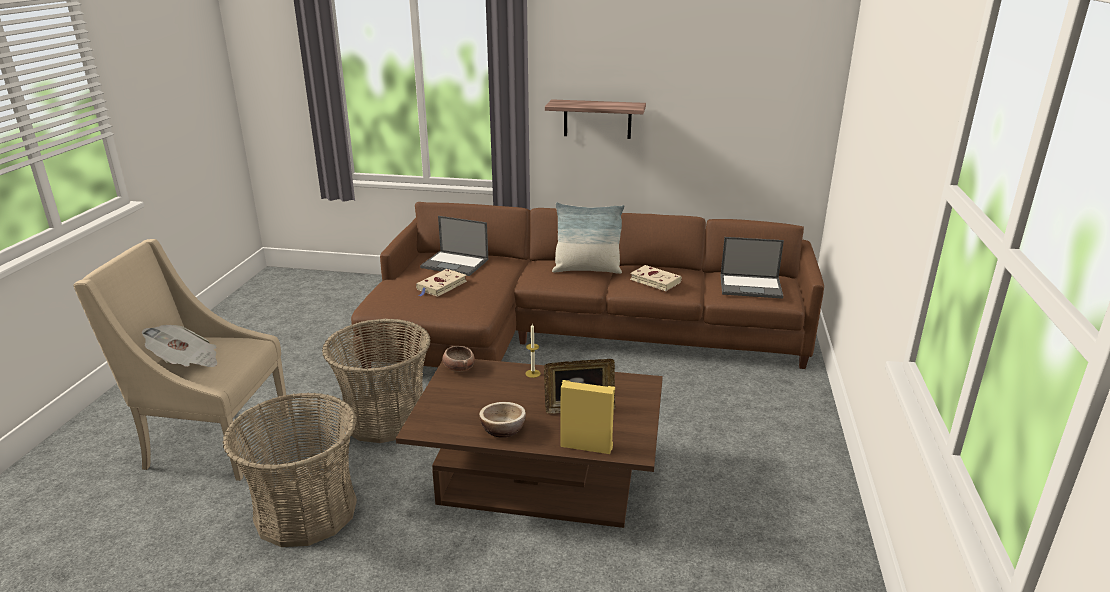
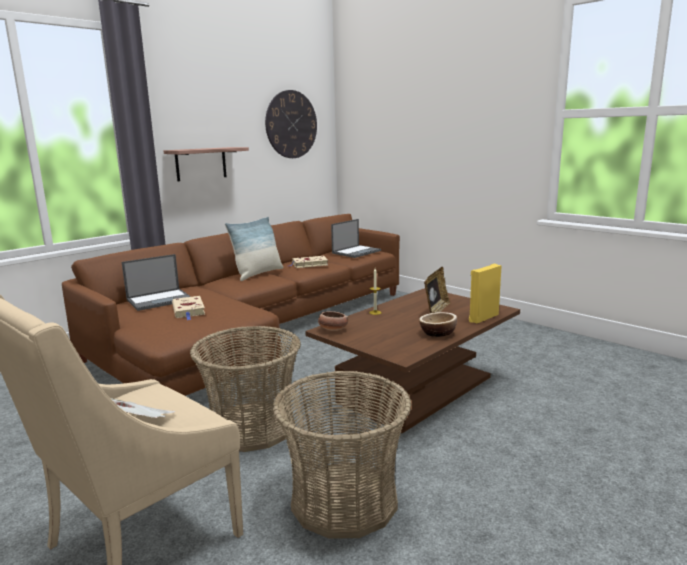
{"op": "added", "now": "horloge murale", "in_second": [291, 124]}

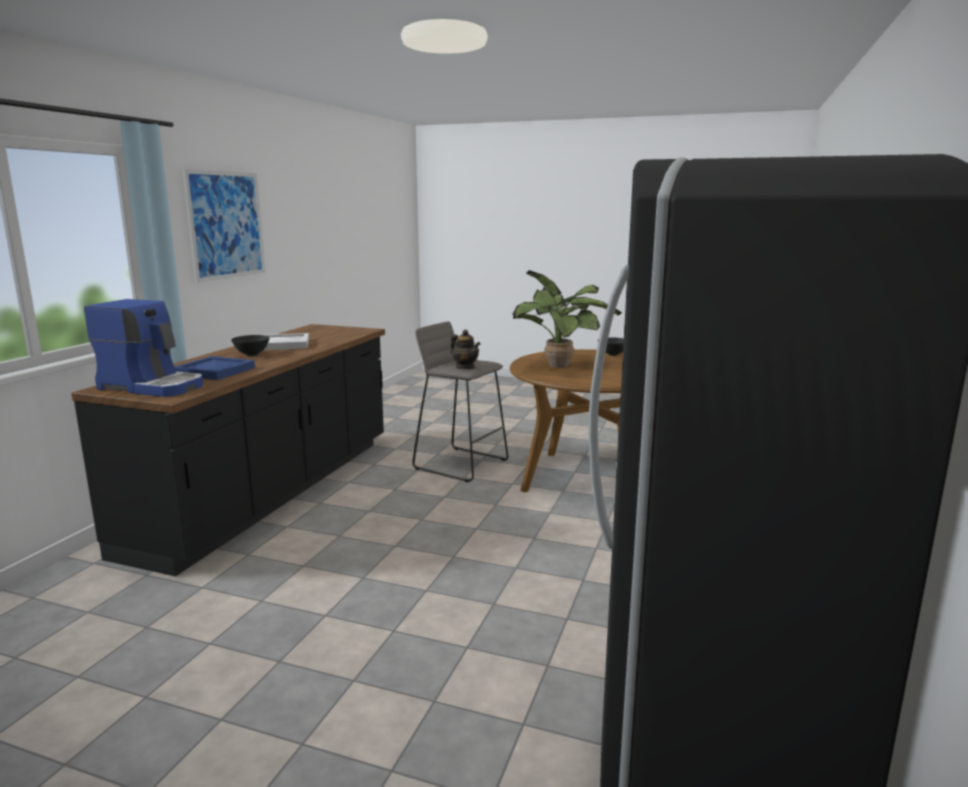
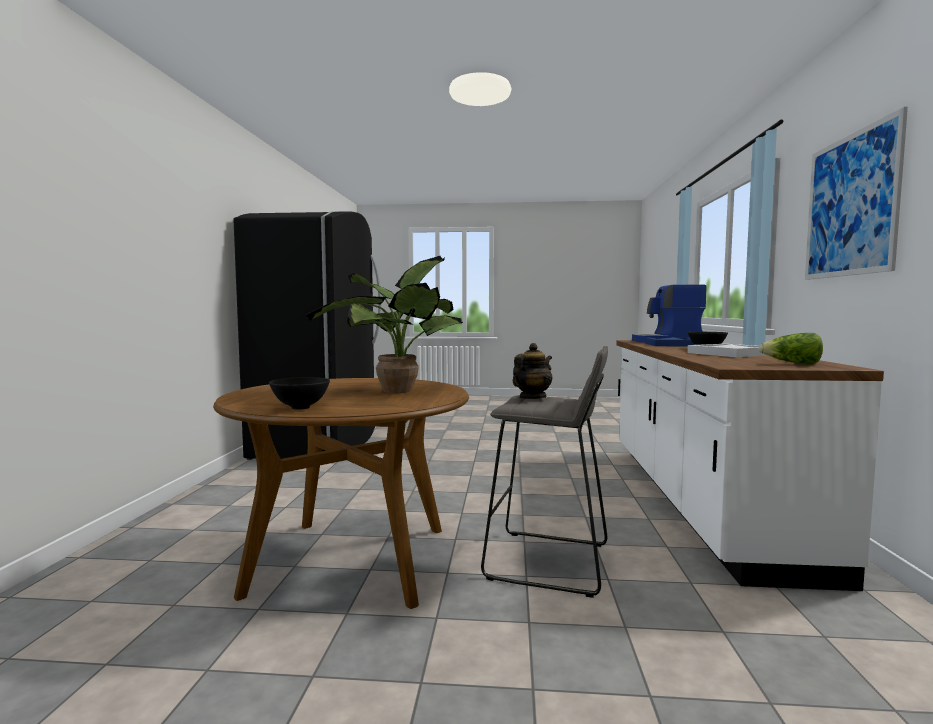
{"op": "added", "now": "laitue", "in_second": [792, 363]}
{"op": "recoloured", "was": "comptoir de cuisine [noir]", "now": "comptoir de cuisine [blanc]", "in_first": [271, 492], "in_second": [698, 500]}
{"op": "turned", "was": "théière", "in_first": [465, 367], "in_second": [532, 398], "clockwise": 105}

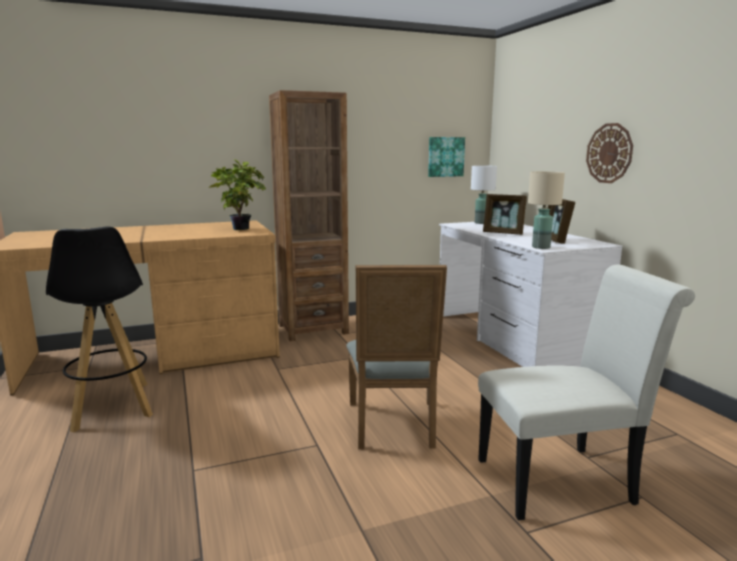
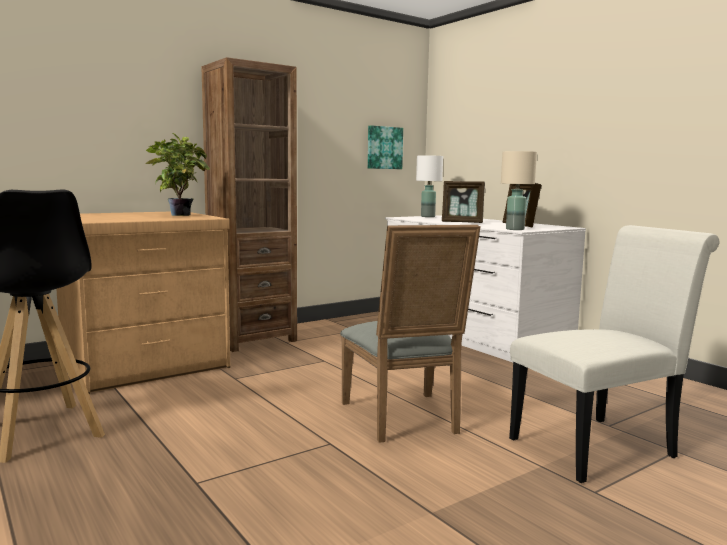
{"op": "removed", "was": "horloge murale", "in_first": [609, 153]}

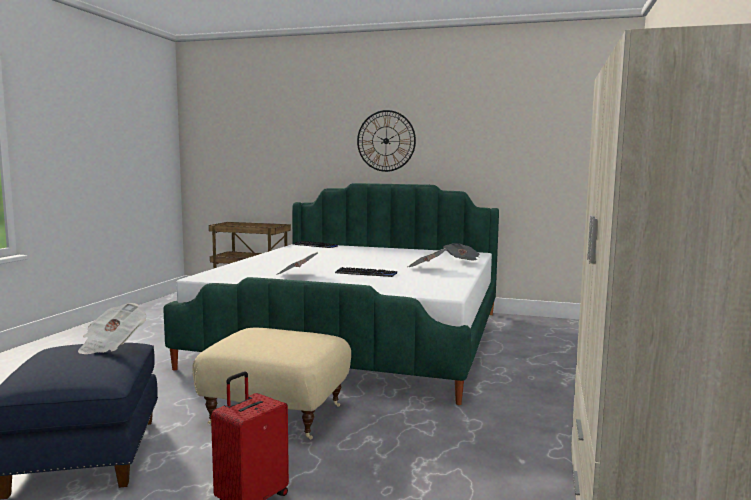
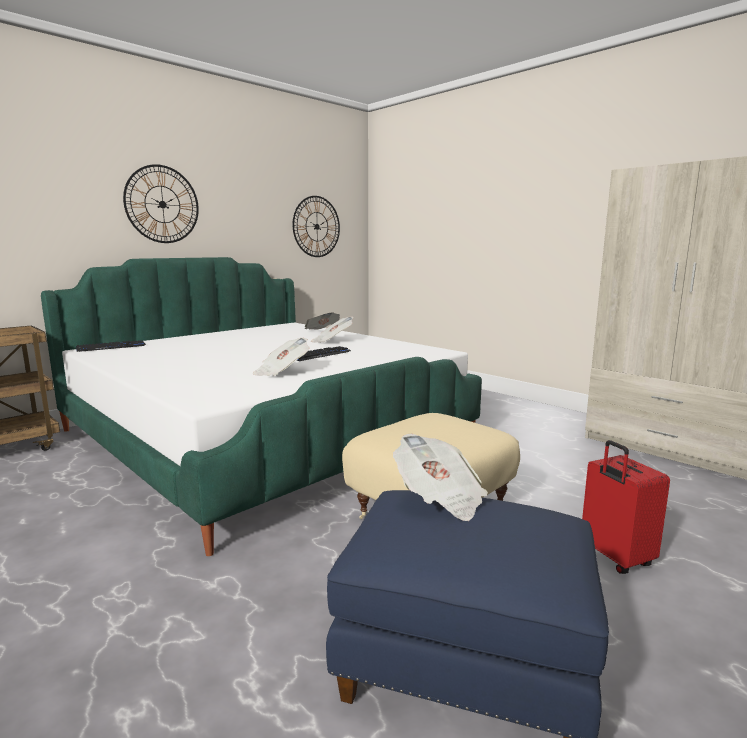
{"op": "added", "now": "horloge murale", "in_second": [316, 226]}

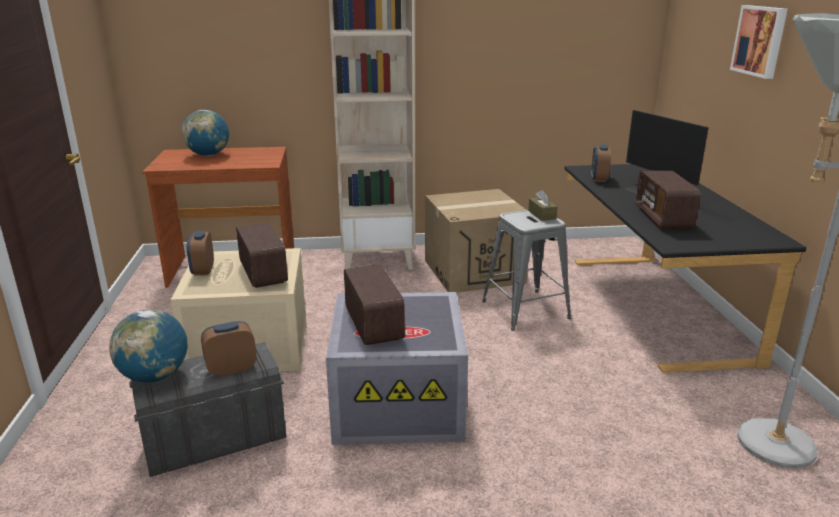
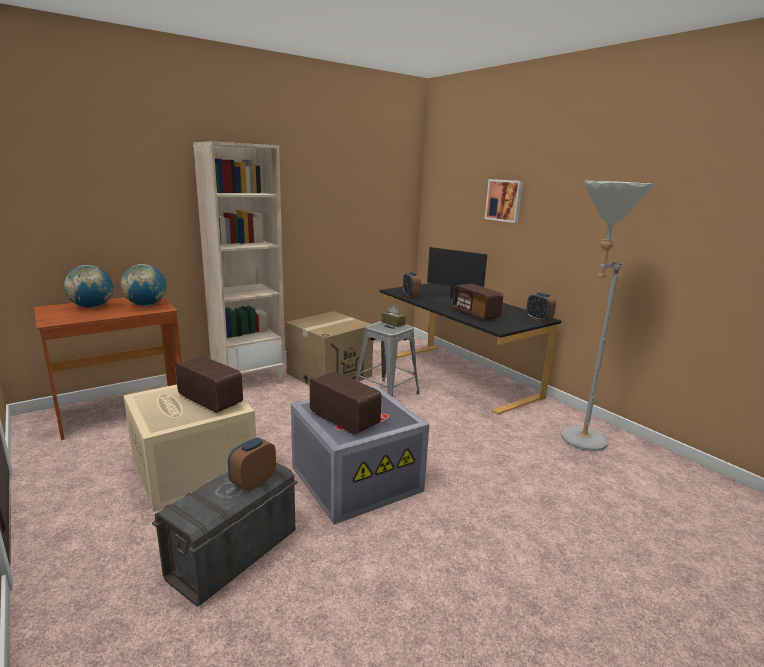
{"op": "moved", "was": "globe", "in_first": [155, 376], "in_second": [146, 305]}
{"op": "moved", "was": "réveil", "in_first": [203, 270], "in_second": [538, 319]}

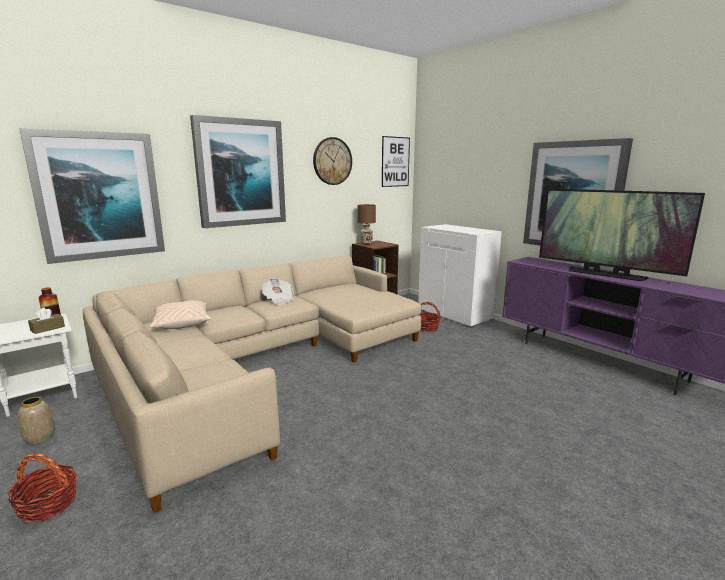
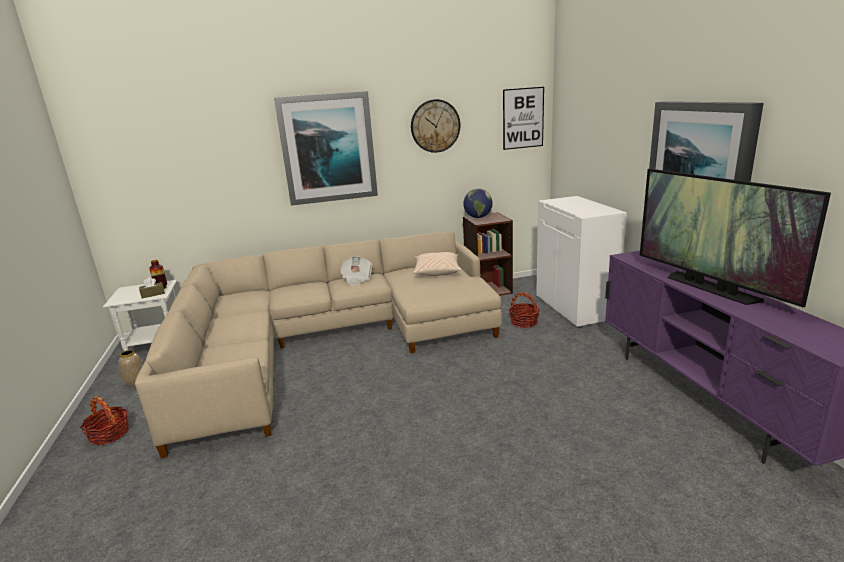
{"op": "removed", "was": "tableau", "in_first": [99, 196]}
{"op": "moved", "was": "coussin [beige]", "in_first": [181, 323], "in_second": [437, 271]}
{"op": "replaced", "was": "lampe de table [marron]", "now": "globe", "in_first": [366, 244], "in_second": [478, 217]}

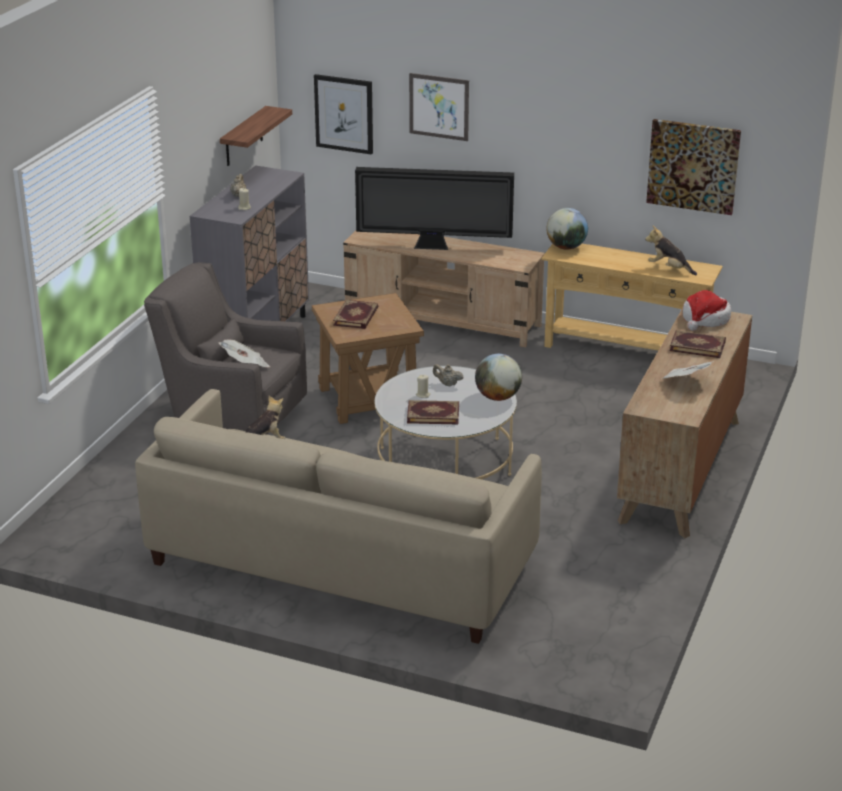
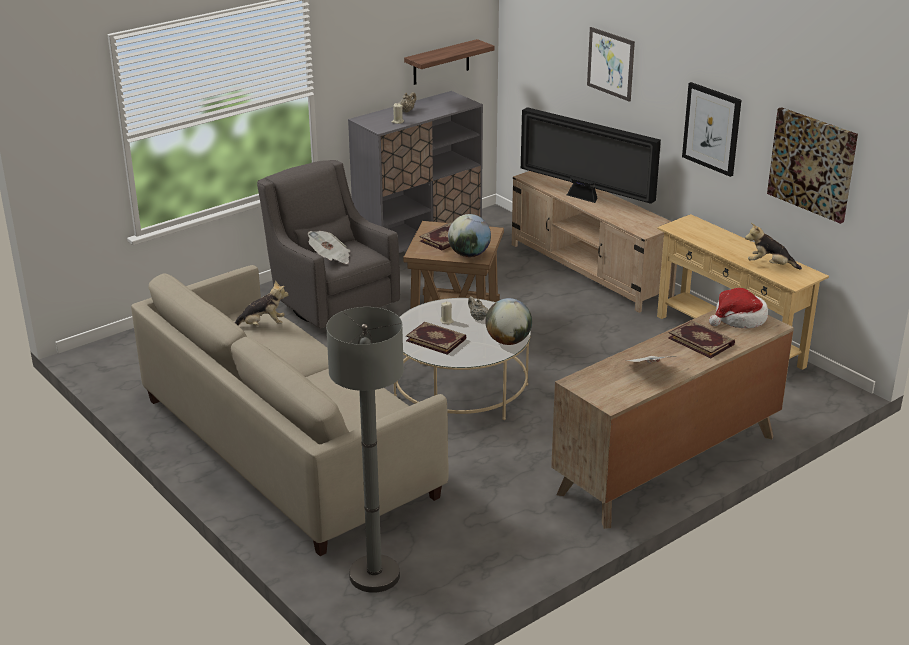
{"op": "added", "now": "lampadaire [gris]", "in_second": [374, 575]}
{"op": "moved", "was": "tableau", "in_first": [344, 113], "in_second": [712, 128]}
{"op": "moved", "was": "globe", "in_first": [566, 247], "in_second": [469, 254]}
{"op": "turned", "was": "peluche", "in_first": [669, 268], "in_second": [770, 265], "clockwise": -45}

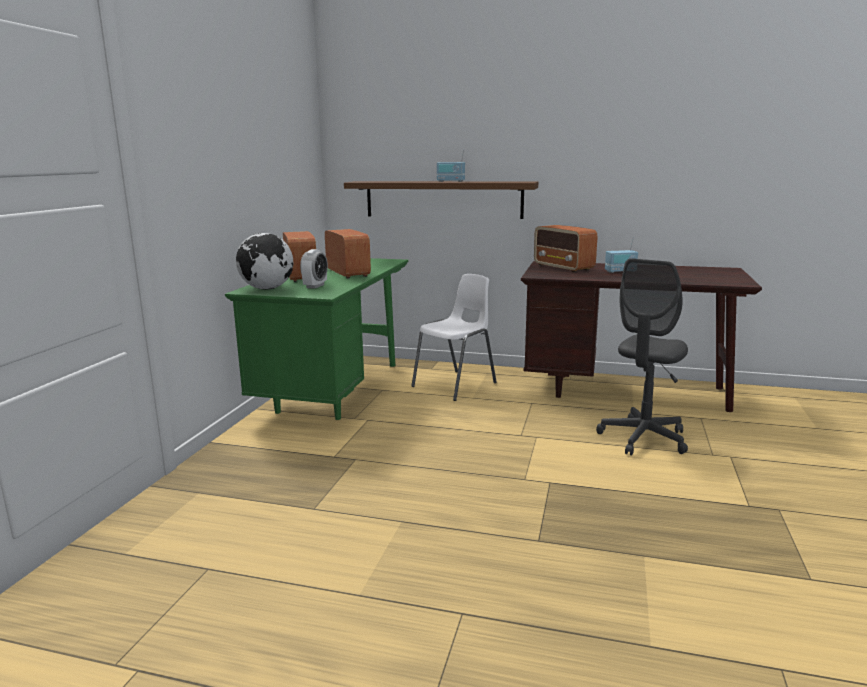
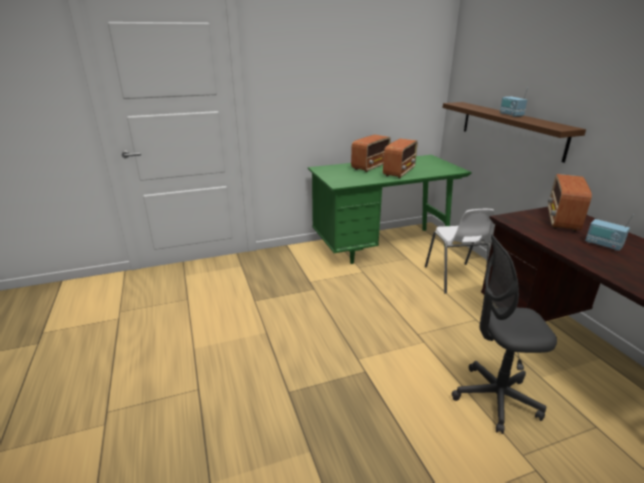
{"op": "removed", "was": "globe", "in_first": [267, 289]}
{"op": "removed", "was": "réveil", "in_first": [315, 286]}
{"op": "turned", "was": "chaise [blanc]", "in_first": [456, 385], "in_second": [455, 278], "clockwise": 75}

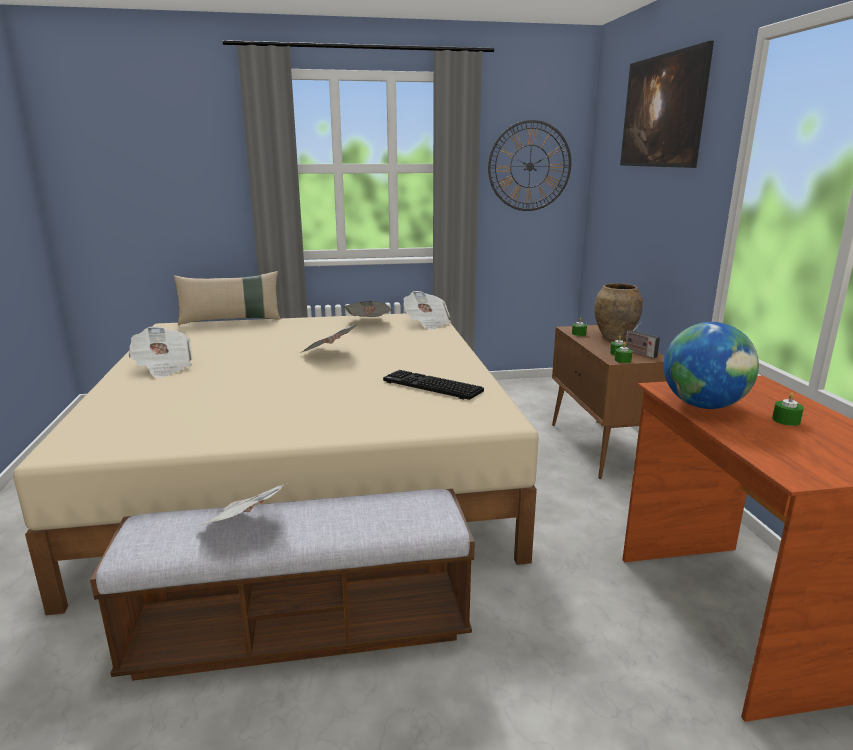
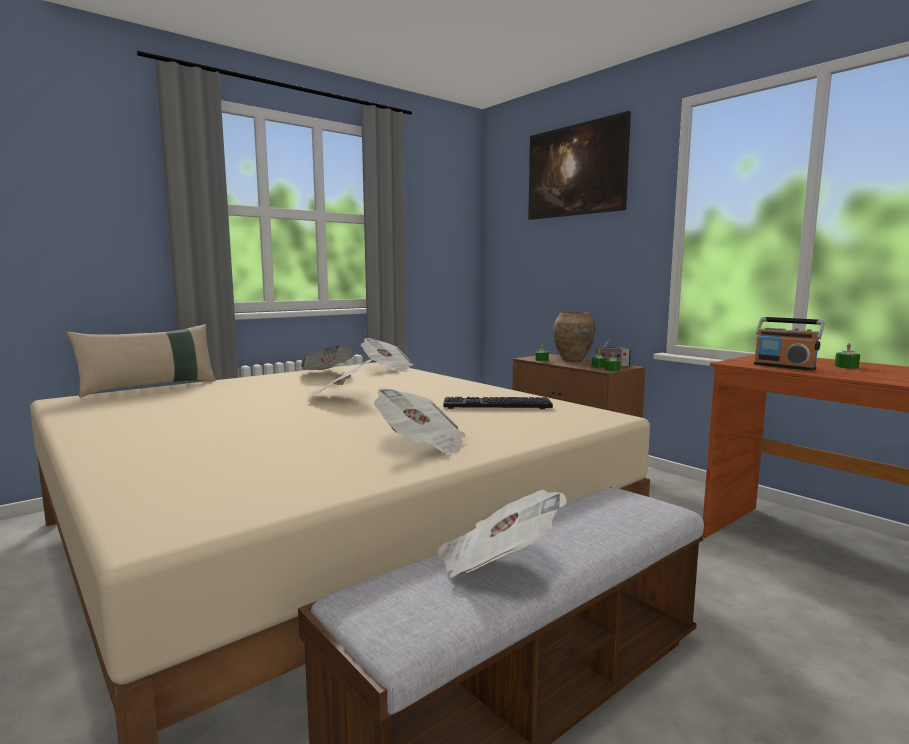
{"op": "removed", "was": "horloge murale", "in_first": [529, 166]}
{"op": "moved", "was": "journal", "in_first": [163, 367], "in_second": [422, 445]}
{"op": "replaced", "was": "globe", "now": "radio", "in_first": [703, 405], "in_second": [784, 367]}

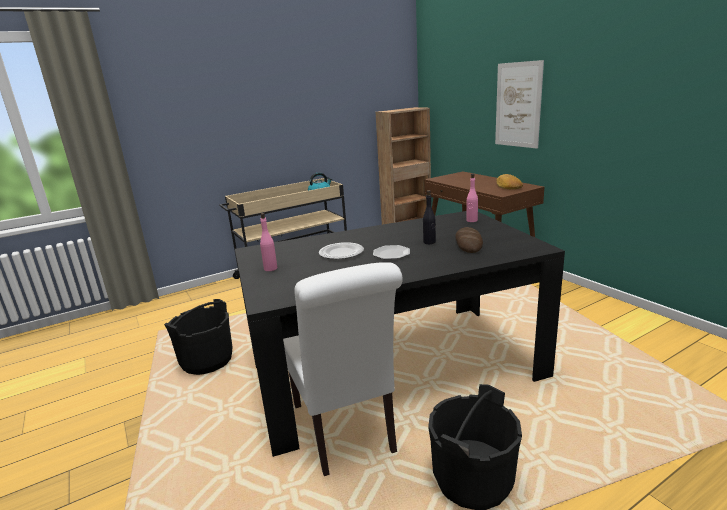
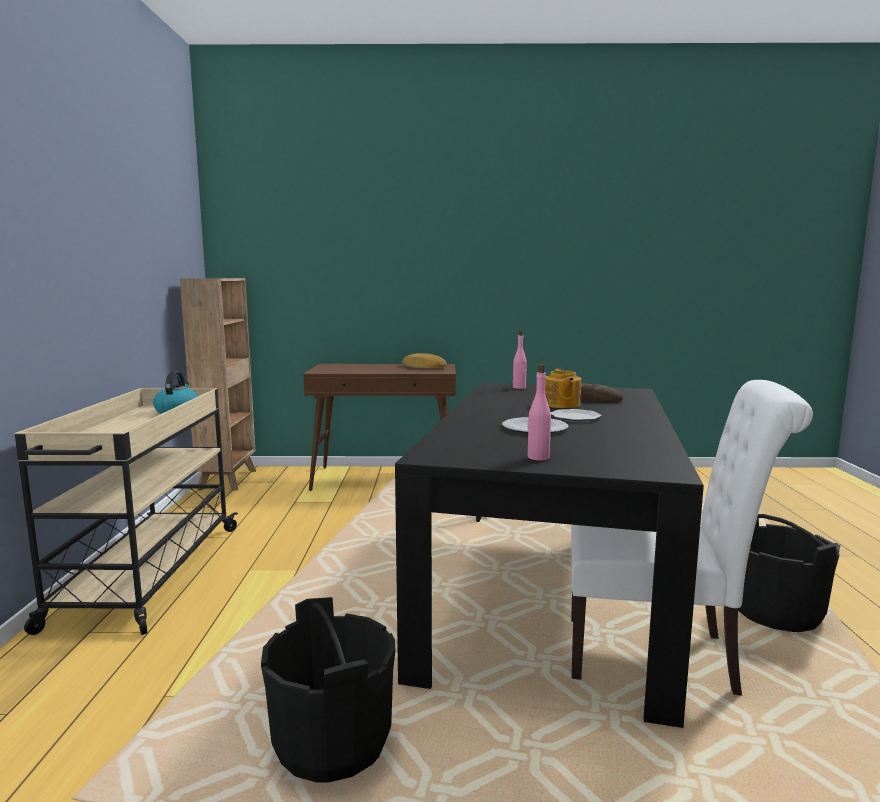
{"op": "removed", "was": "tableau", "in_first": [518, 105]}
{"op": "replaced", "was": "bouteille [noir]", "now": "théière", "in_first": [429, 242], "in_second": [561, 404]}

